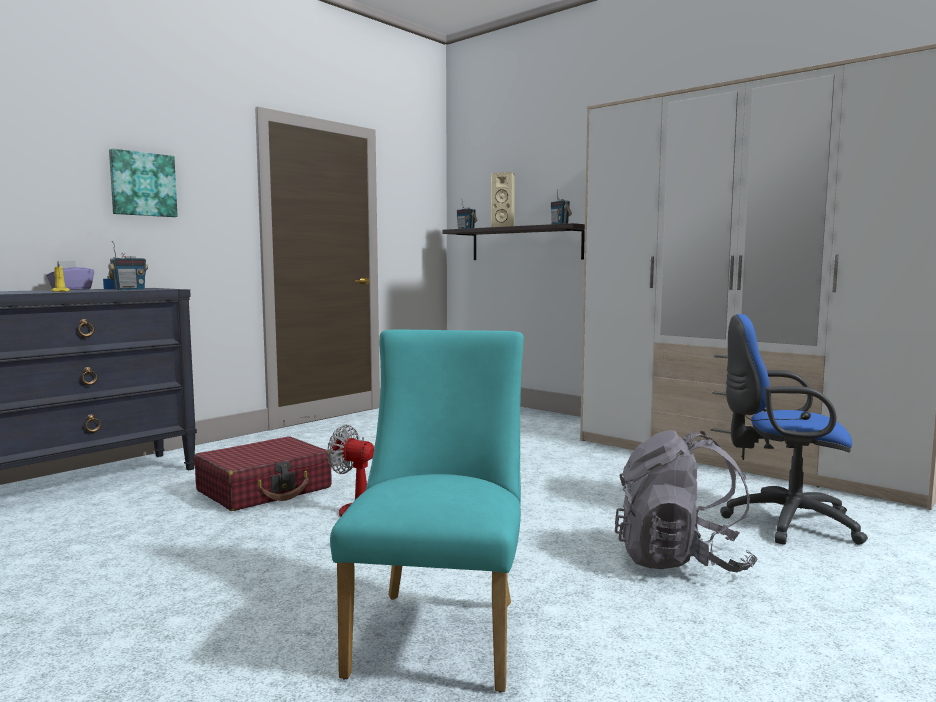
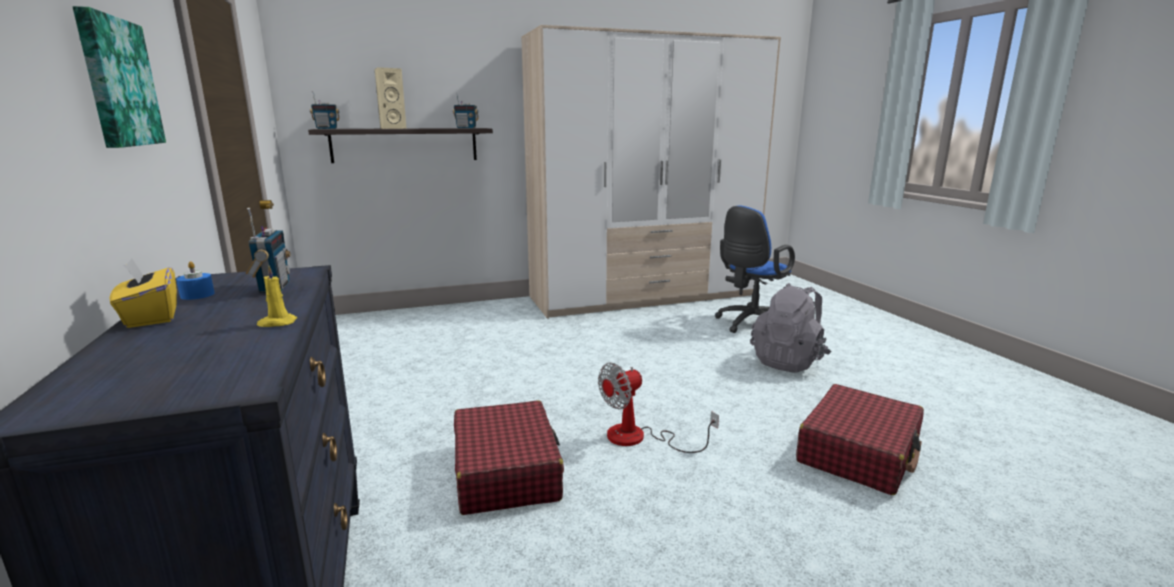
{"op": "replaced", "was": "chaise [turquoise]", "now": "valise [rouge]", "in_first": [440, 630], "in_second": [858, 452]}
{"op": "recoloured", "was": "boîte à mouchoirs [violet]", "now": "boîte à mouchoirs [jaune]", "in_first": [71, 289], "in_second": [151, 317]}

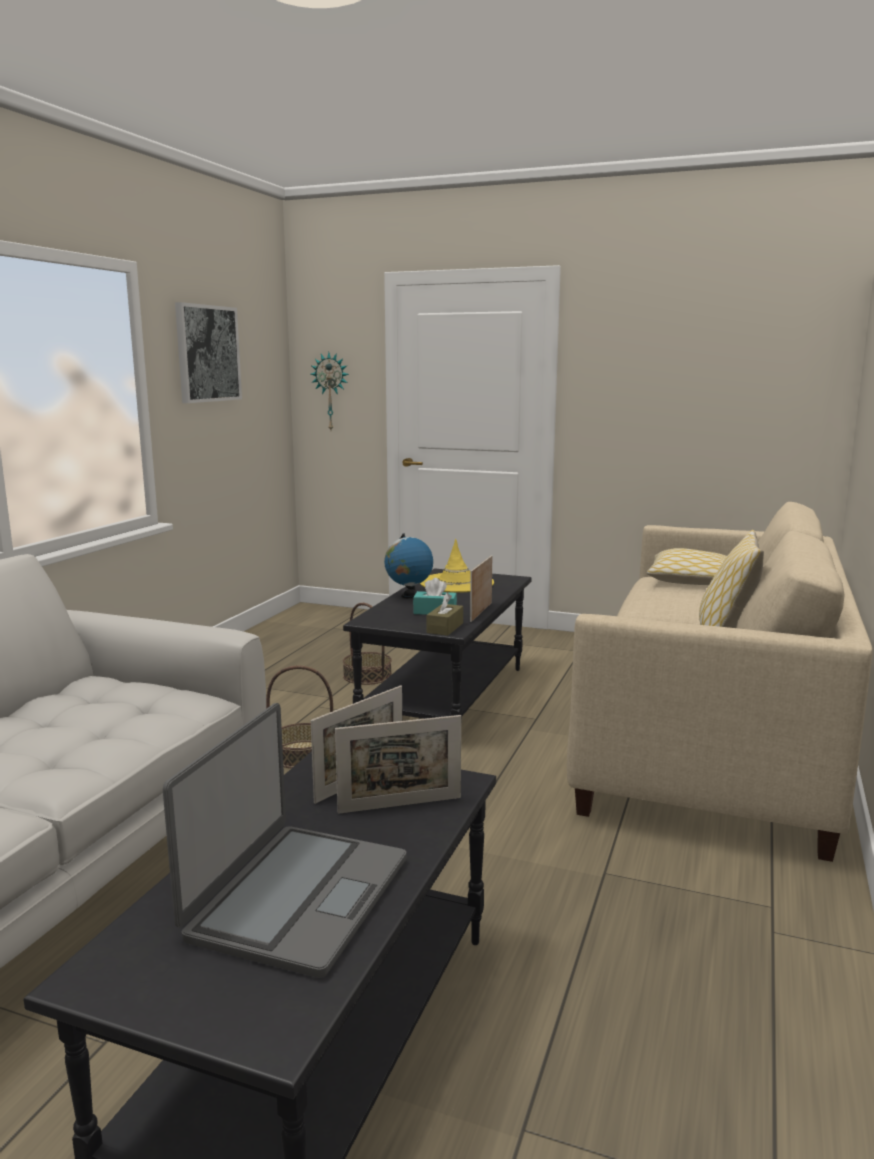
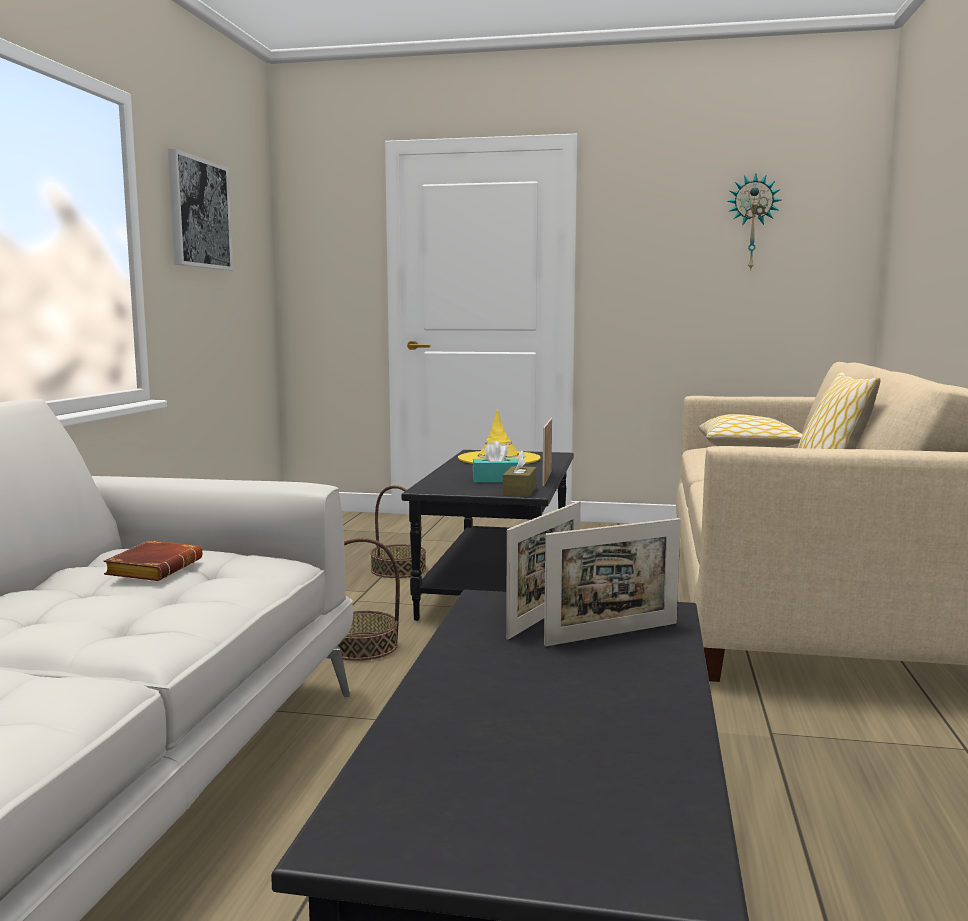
{"op": "removed", "was": "ordinateur portable", "in_first": [297, 897]}
{"op": "removed", "was": "globe", "in_first": [408, 596]}
{"op": "added", "now": "livre [marron]", "in_second": [154, 568]}
{"op": "moved", "was": "horloge murale", "in_first": [331, 392], "in_second": [752, 222]}

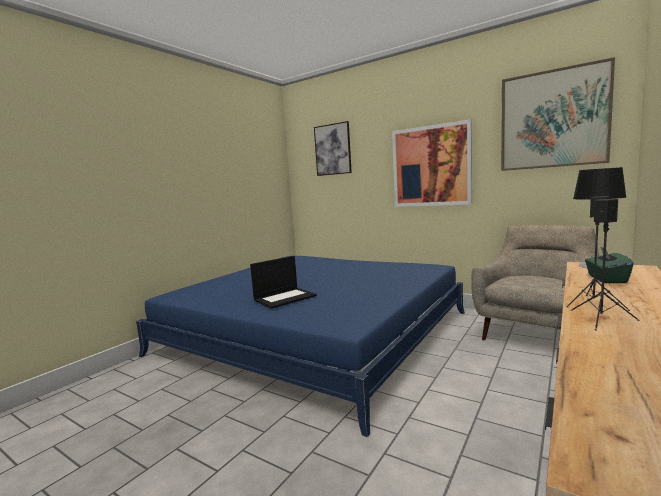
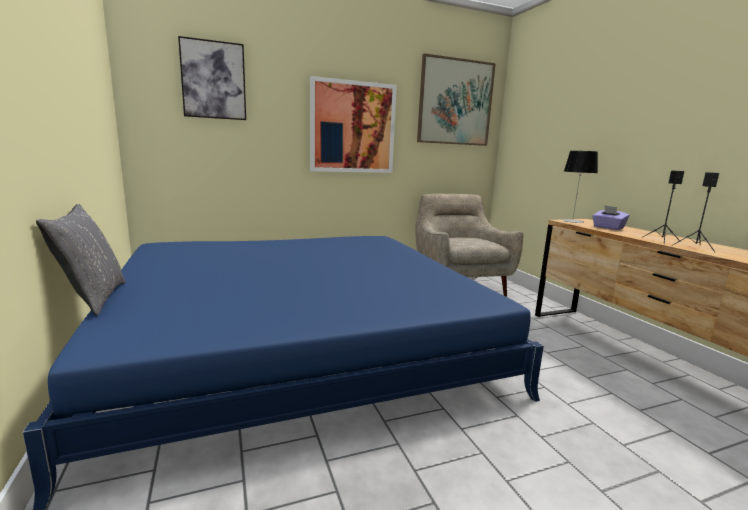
{"op": "removed", "was": "ordinateur portable", "in_first": [285, 298]}
{"op": "added", "now": "coussin [gris]", "in_second": [93, 299]}
{"op": "recoloured", "was": "boîte à mouchoirs [vert]", "now": "boîte à mouchoirs [violet]", "in_first": [606, 279], "in_second": [608, 228]}

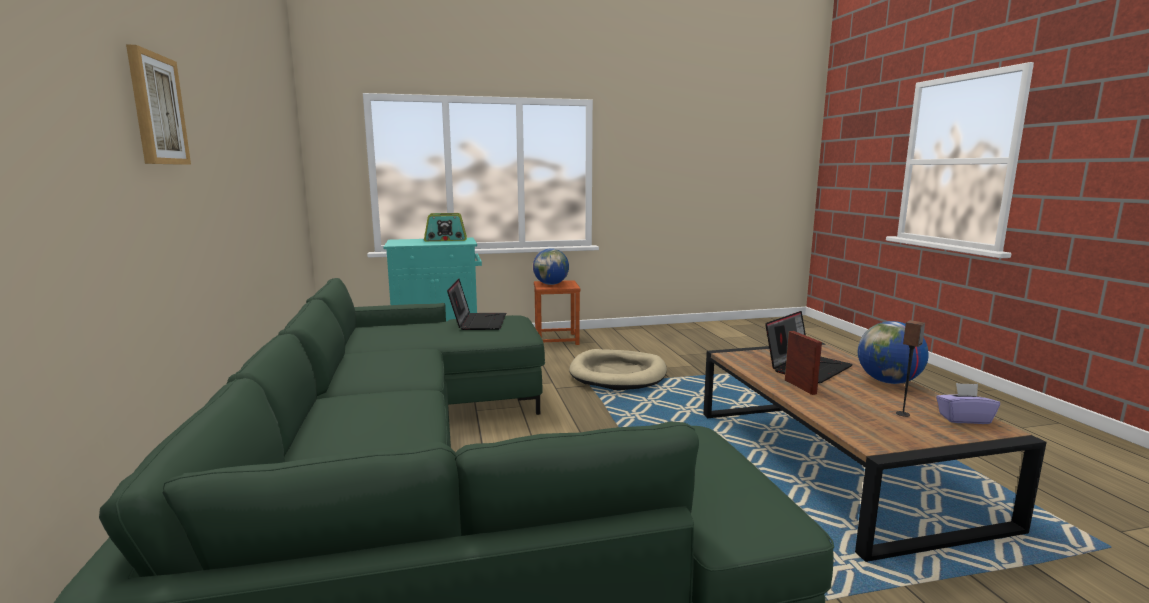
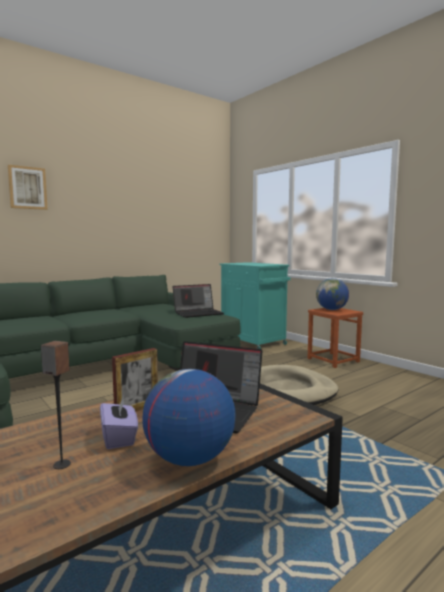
{"op": "removed", "was": "radio", "in_first": [445, 239]}
{"op": "moved", "was": "boîte à mouchoirs [violet]", "in_first": [964, 419], "in_second": [119, 437]}

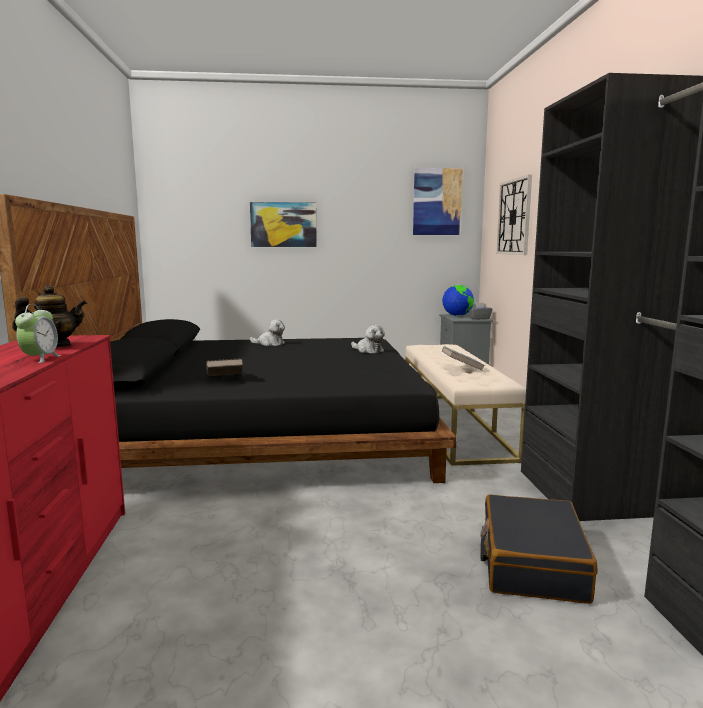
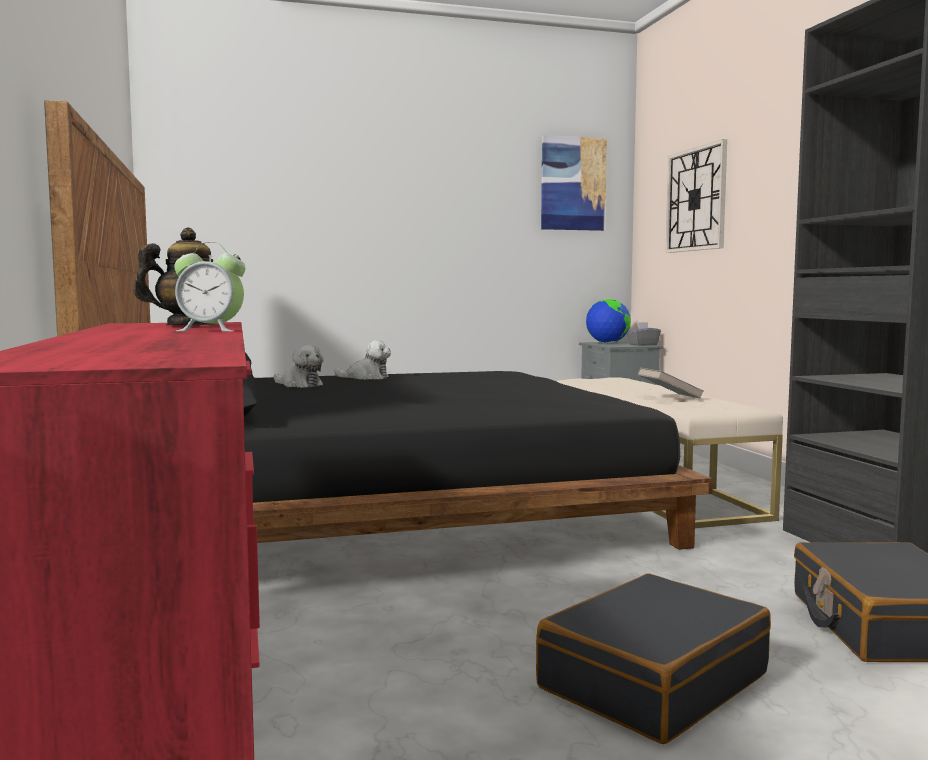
{"op": "removed", "was": "livre [marron]", "in_first": [224, 379]}
{"op": "removed", "was": "tableau", "in_first": [283, 224]}
{"op": "added", "now": "valise [noir]", "in_second": [652, 681]}
{"op": "moved", "was": "peluche", "in_first": [368, 350], "in_second": [299, 385]}
{"op": "turned", "was": "réveil", "in_first": [40, 359], "in_second": [211, 330], "clockwise": 105}

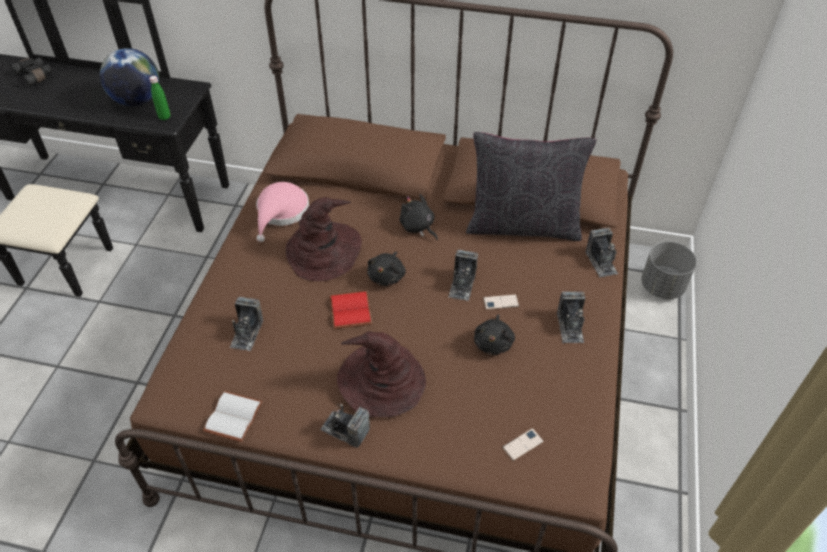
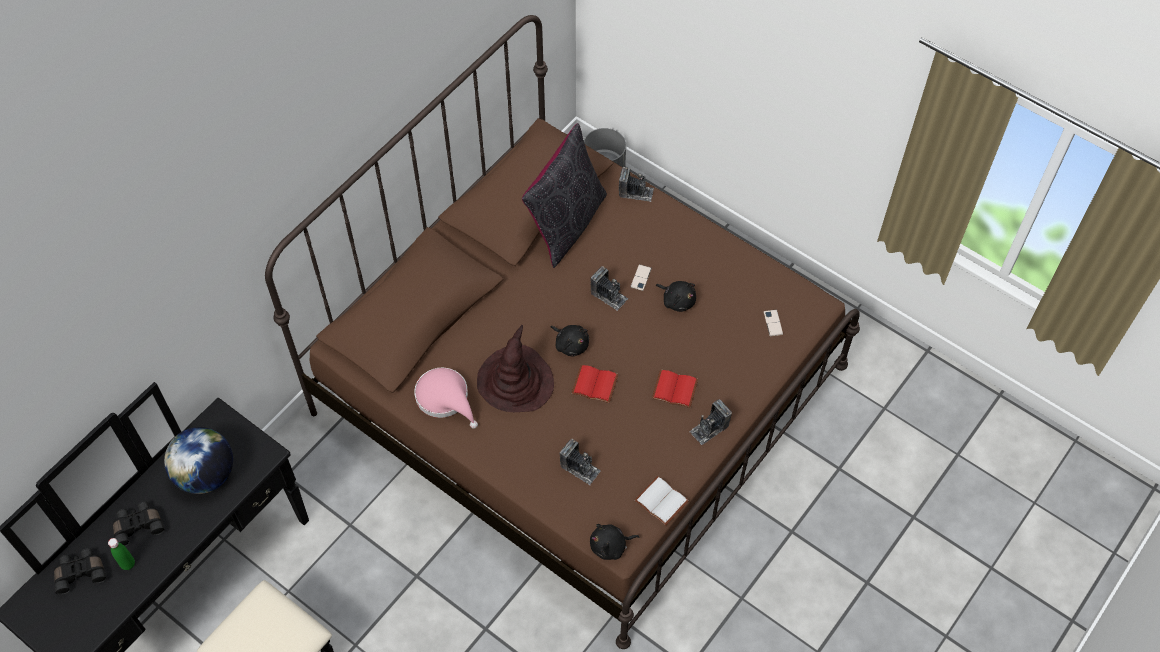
{"op": "removed", "was": "appareil photo", "in_first": [570, 327]}
{"op": "added", "now": "jumelles [noir]", "in_second": [138, 525]}
{"op": "moved", "was": "bouteille [vert]", "in_first": [164, 117], "in_second": [128, 564]}
{"op": "moved", "was": "peluche [noir]", "in_first": [418, 227], "in_second": [610, 546]}
{"op": "replaced", "was": "chapeau [marron]", "now": "livre [rouge]", "in_first": [381, 380], "in_second": [676, 388]}

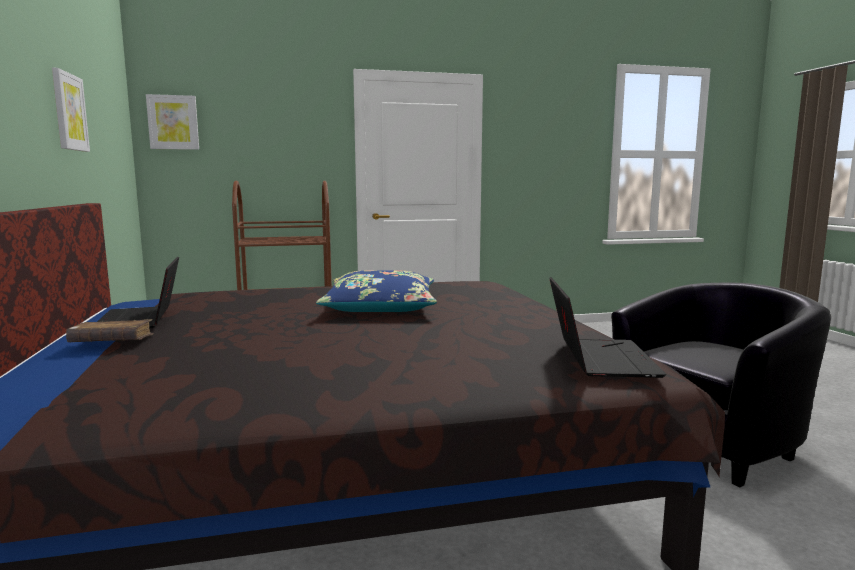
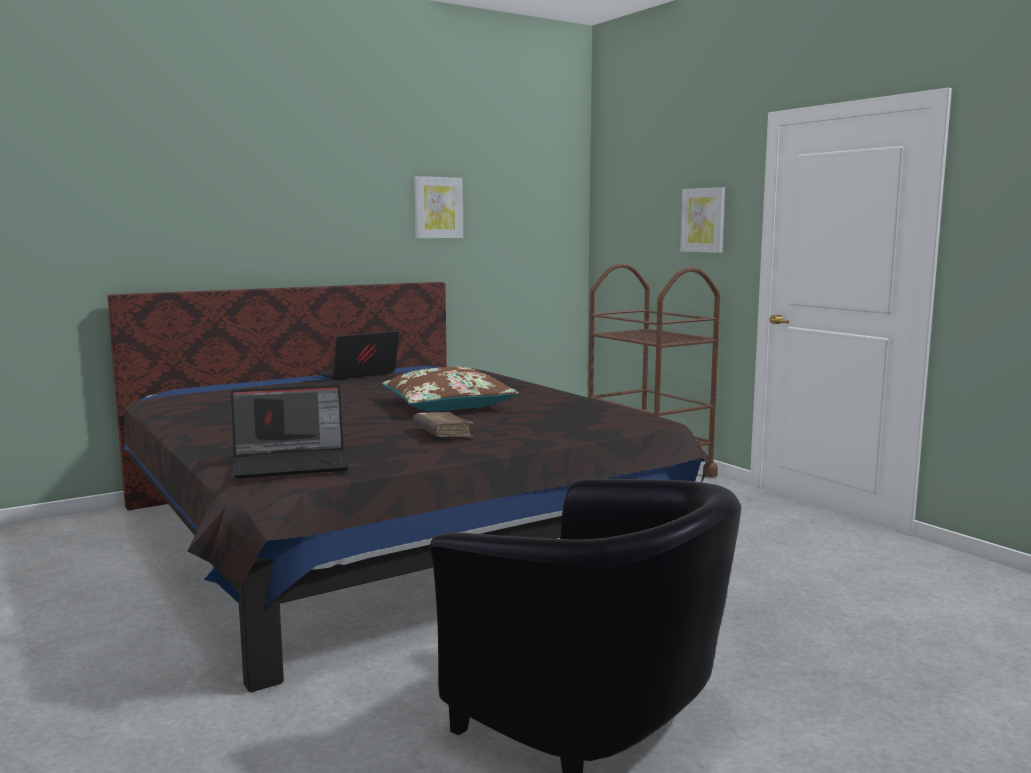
{"op": "moved", "was": "livre [marron]", "in_first": [112, 341], "in_second": [442, 434]}
{"op": "moved", "was": "tableau", "in_first": [173, 122], "in_second": [703, 220]}
{"op": "recoloured", "was": "coussin [bleu]", "now": "coussin [marron]", "in_first": [380, 307], "in_second": [448, 405]}

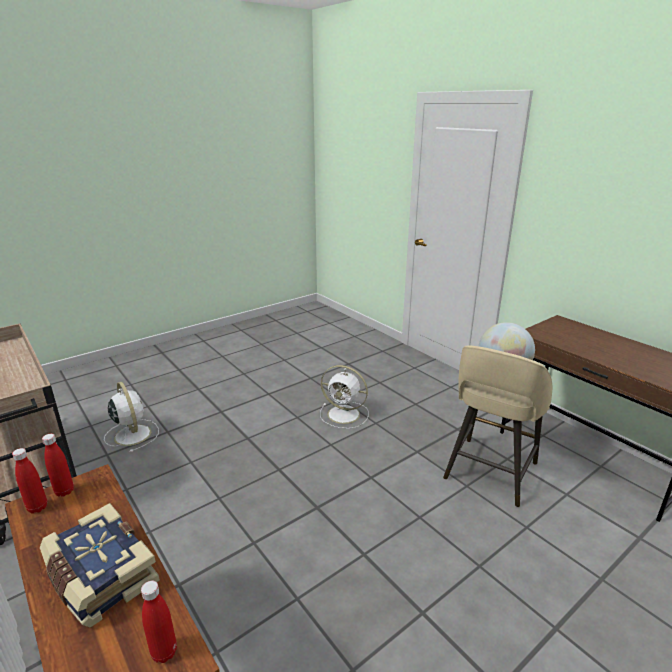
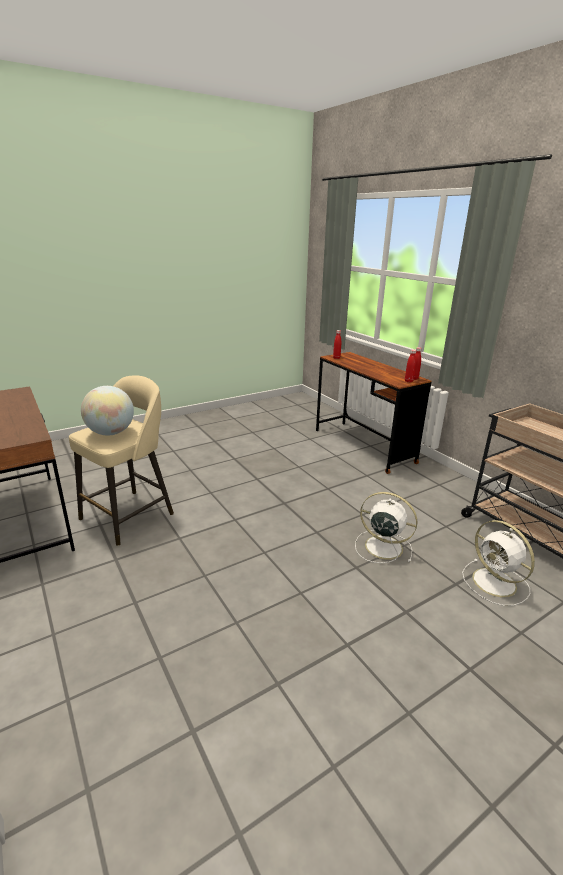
{"op": "removed", "was": "livre", "in_first": [100, 576]}
{"op": "moved", "was": "ventilateur [blanc]", "in_first": [345, 414], "in_second": [382, 546]}

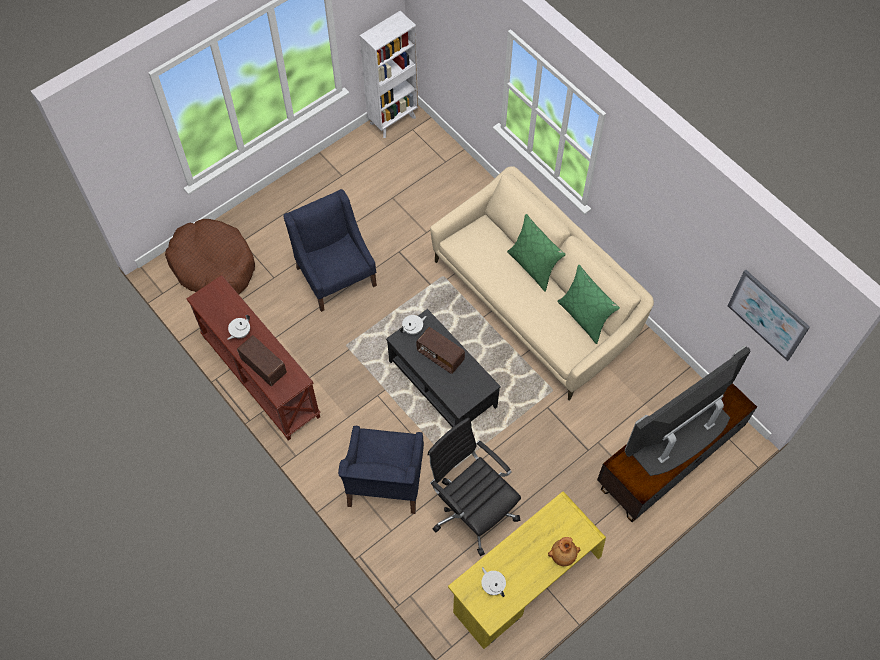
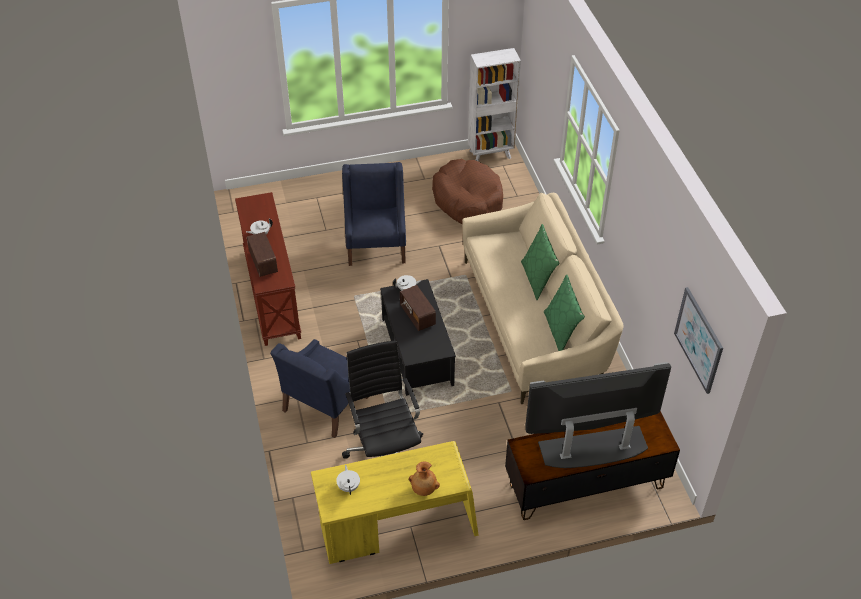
{"op": "moved", "was": "panier pour chien [marron]", "in_first": [213, 265], "in_second": [468, 200]}

